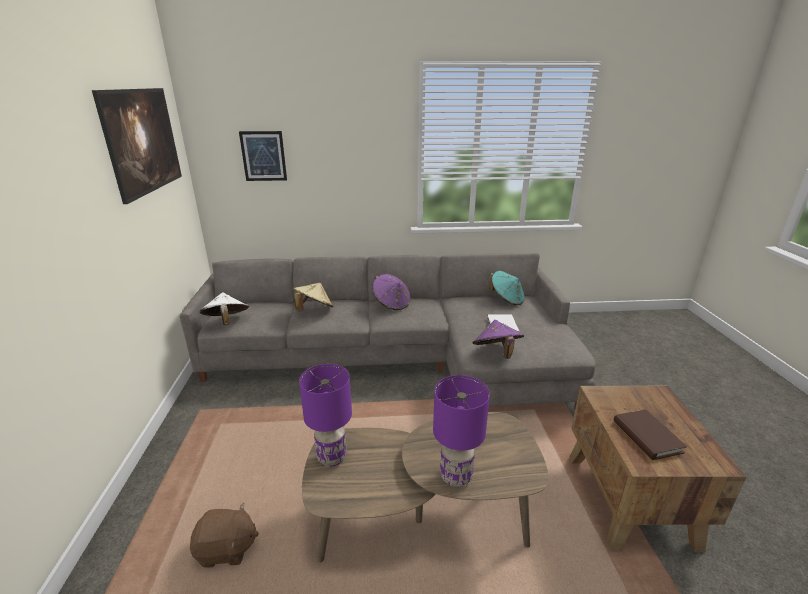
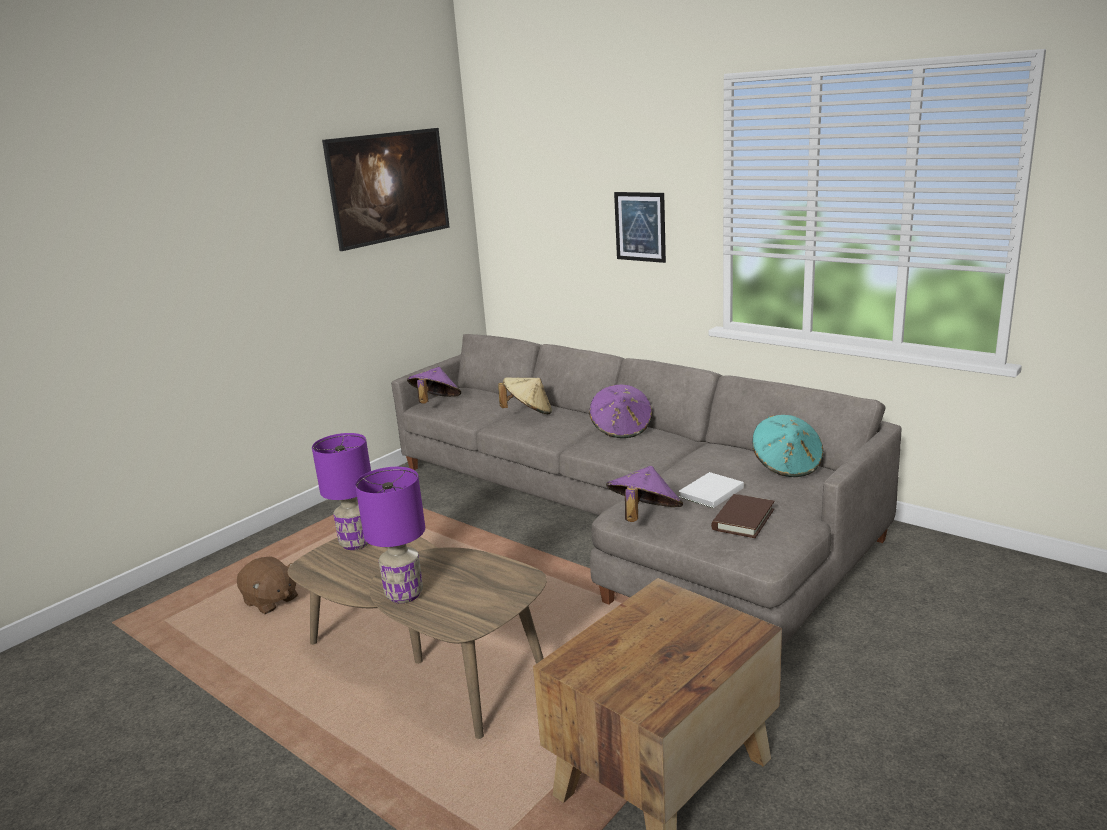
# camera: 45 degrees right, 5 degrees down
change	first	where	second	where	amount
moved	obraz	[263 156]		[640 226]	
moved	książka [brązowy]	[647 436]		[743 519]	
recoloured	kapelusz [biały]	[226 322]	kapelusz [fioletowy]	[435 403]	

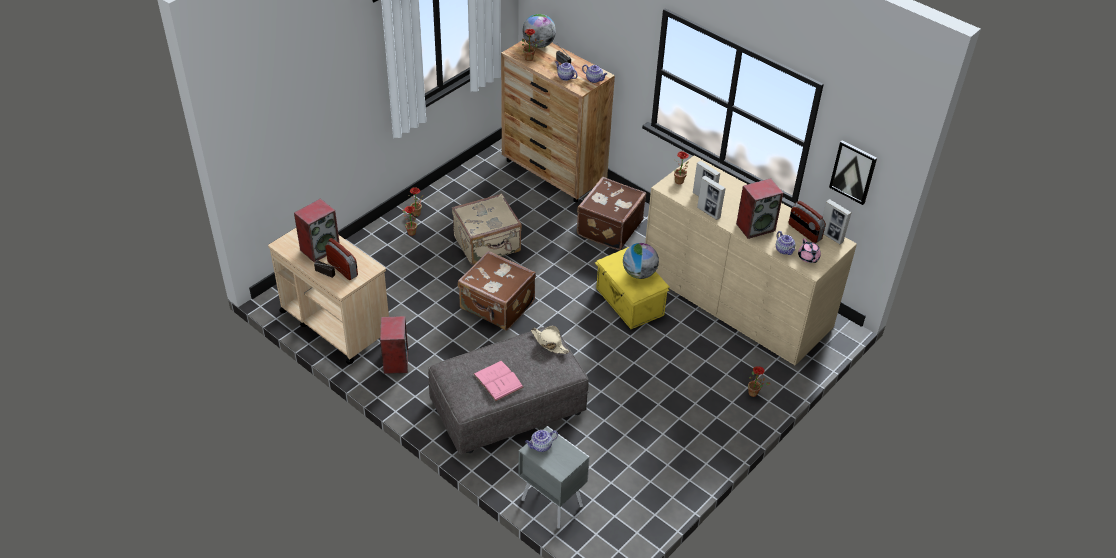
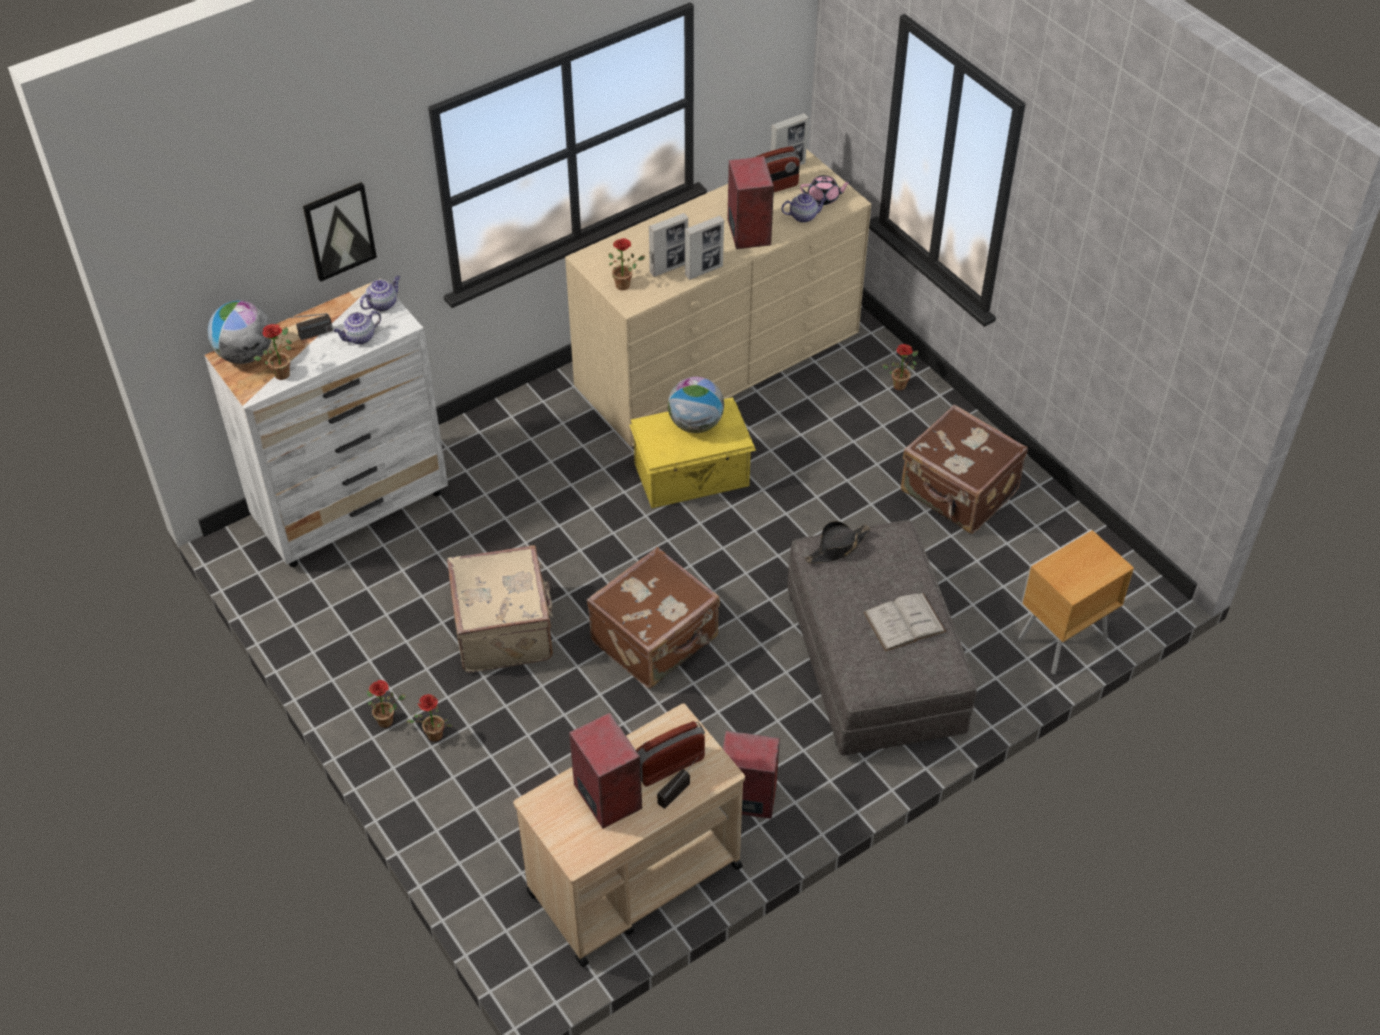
# camera: 75 degrees left, 5 degrees up
change	first	where	second	where	amount
removed	imbryk	[541 446]			
moved	walizka [brązowy]	[608 228]		[958 493]	
moved	obraz	[853 172]		[339 230]	
recoloured	książka [różowy]	[498 380]	książka [biały]	[904 622]	
recoloured	komoda [brązowy]	[554 172]	komoda [biały]	[352 507]	
recoloured	szafka nocna [szary]	[551 502]	szafka nocna [brązowy]	[1059 641]	
recoloured	kapelusz [beżowy]	[549 343]	kapelusz [czarny]	[837 548]	

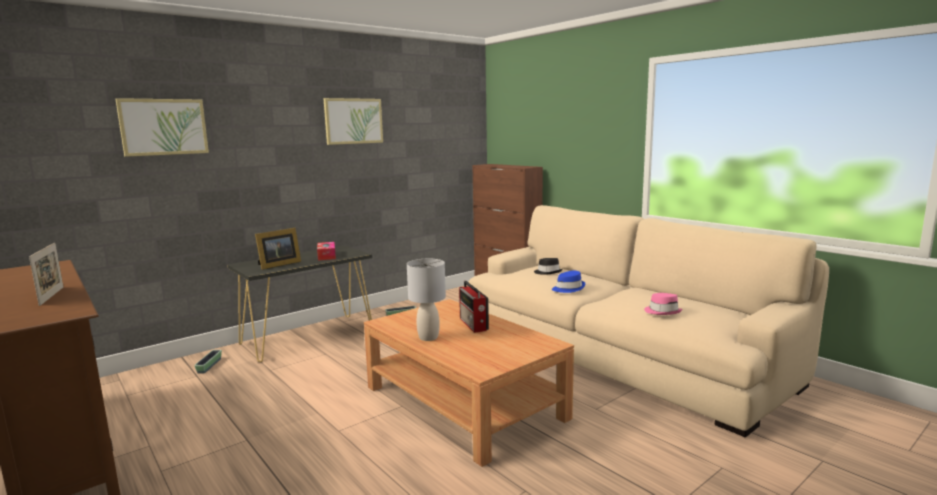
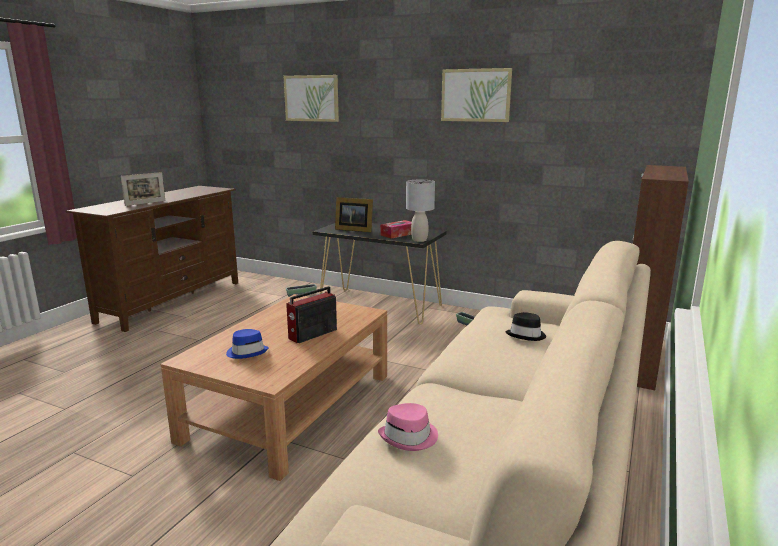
# camera: 65 degrees right, 5 degrees up
change	first	where	second	where	amount
moved	lampa stołowa [szary]	[428 337]		[419 240]	
moved	kapelusz [niebieski]	[568 288]		[247 352]	

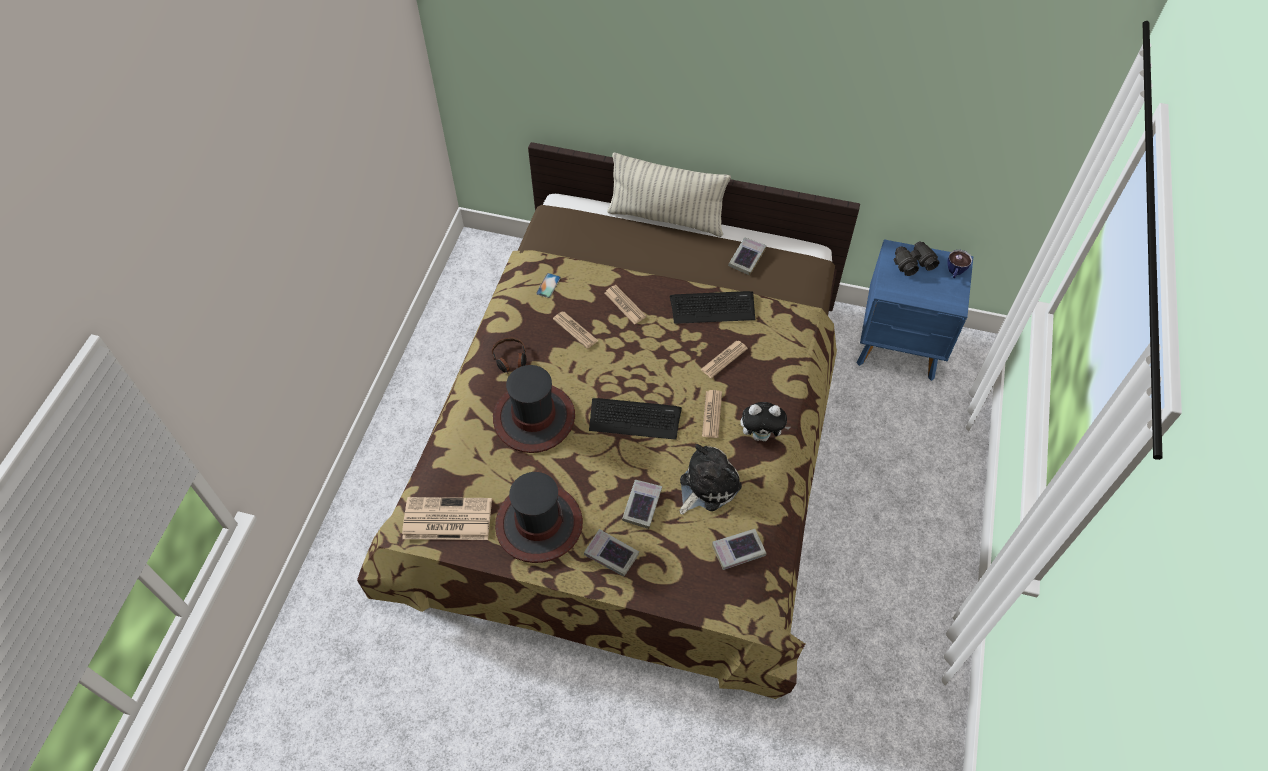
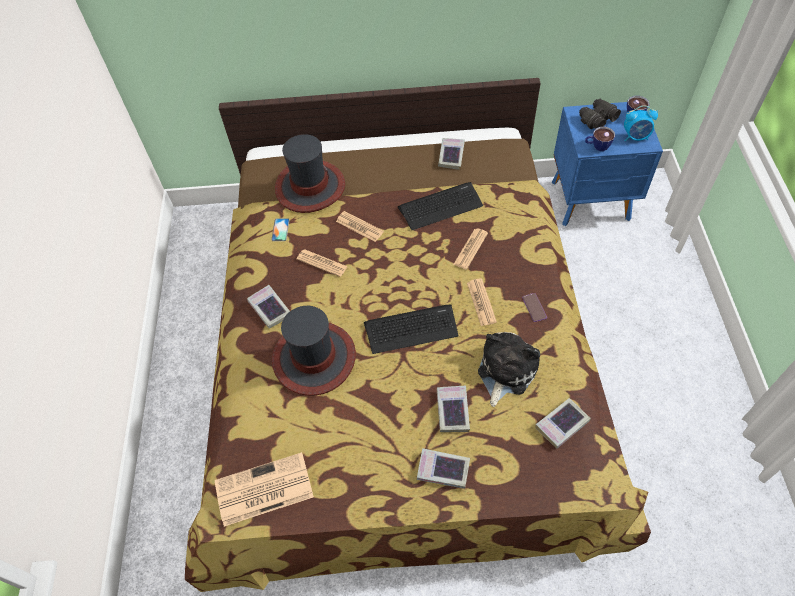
# camera: 15 degrees left, 0 degrees up
change	first	where	second	where	amount
removed	poduszka	[666 218]			
added			filiżanka	[597 146]	
added			budzik	[635 137]	
moved	kapelusz	[538 524]		[310 187]	
replaced	słuchawki	[510 359]	książka	[269 309]	
replaced	pluszak	[761 435]	telefon	[534 307]	

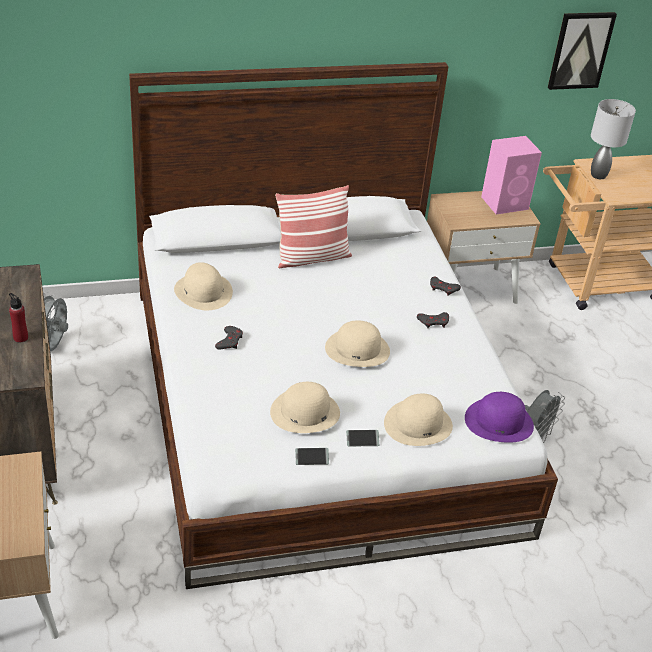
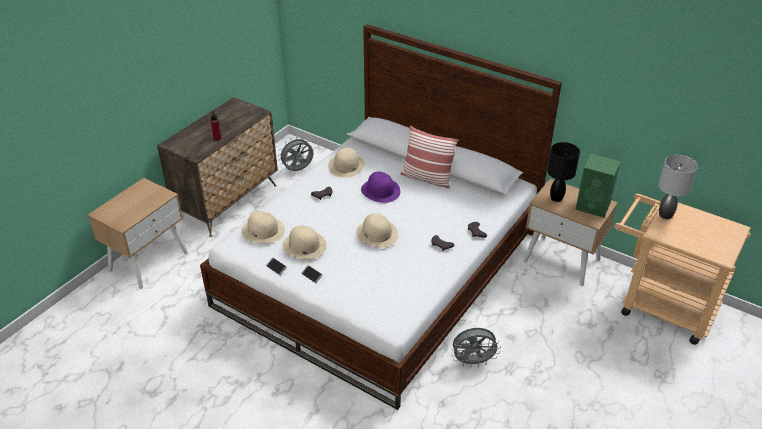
# camera: 50 degrees right, 0 degrees up
change	first	where	second	where	amount
removed	obraz	[580 50]			
added			lampa stołowa [czarny]	[556 198]	
moved	kapelusz [beżowy]	[418 424]		[263 230]	
moved	kapelusz [fioletowy]	[499 421]		[380 190]	
recoloured	głośnik [różowy]	[505 203]	głośnik [zielony]	[593 206]	

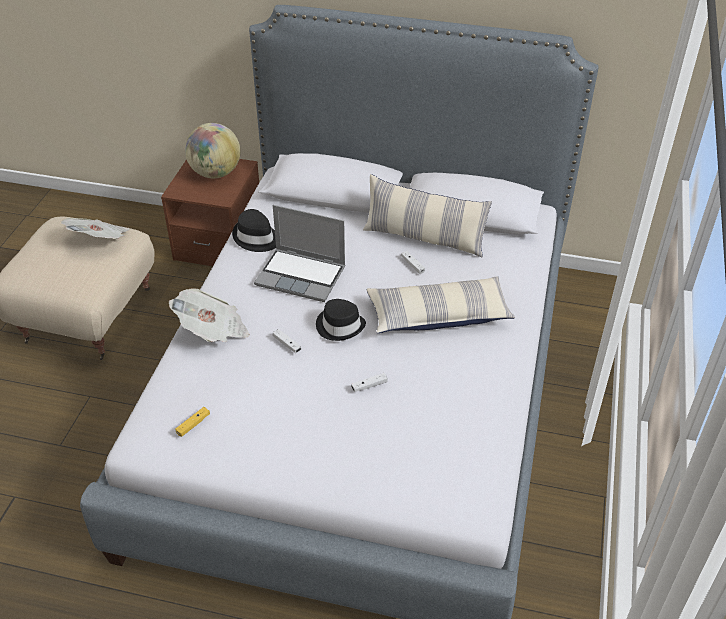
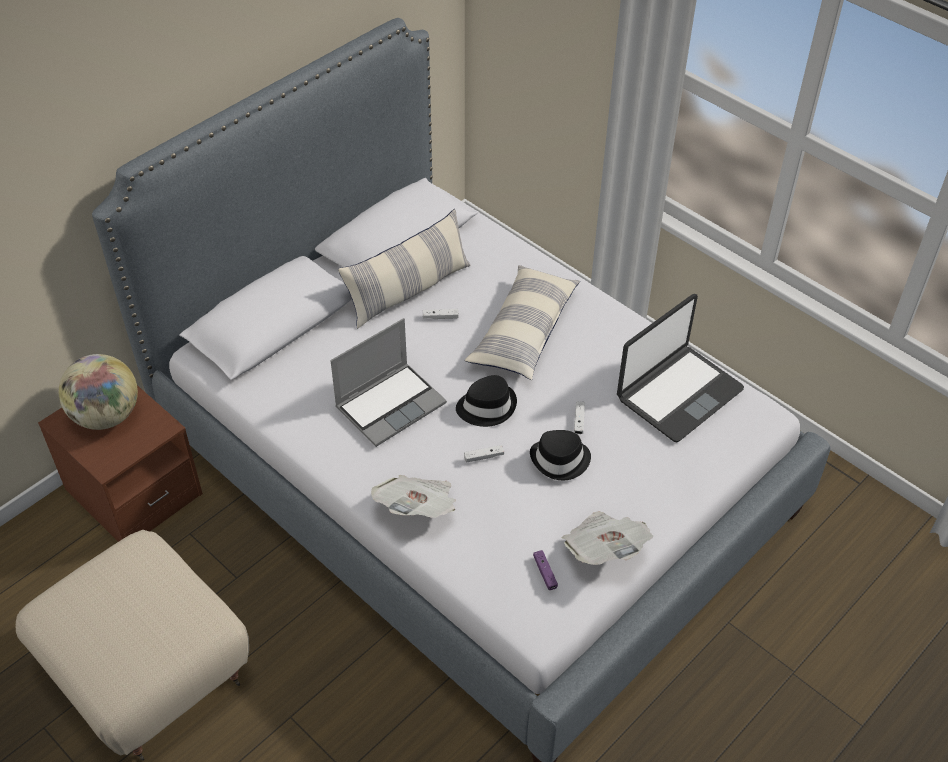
# camera: 60 degrees left, 5 degrees up
change	first	where	second	where	amount
added			laptop	[678 393]	
moved	gazeta	[100 241]		[604 549]	
moved	kapelusz [czarny]	[256 238]		[560 460]	
recoloured	pad do gier [żółty]	[193 424]	pad do gier [fioletowy]	[545 573]	

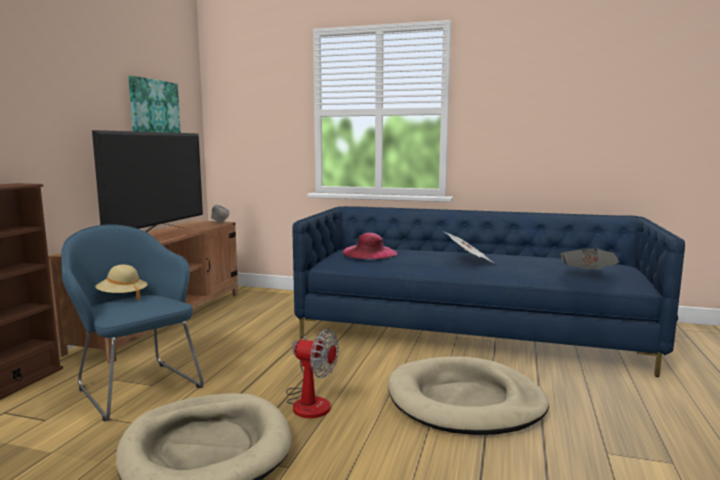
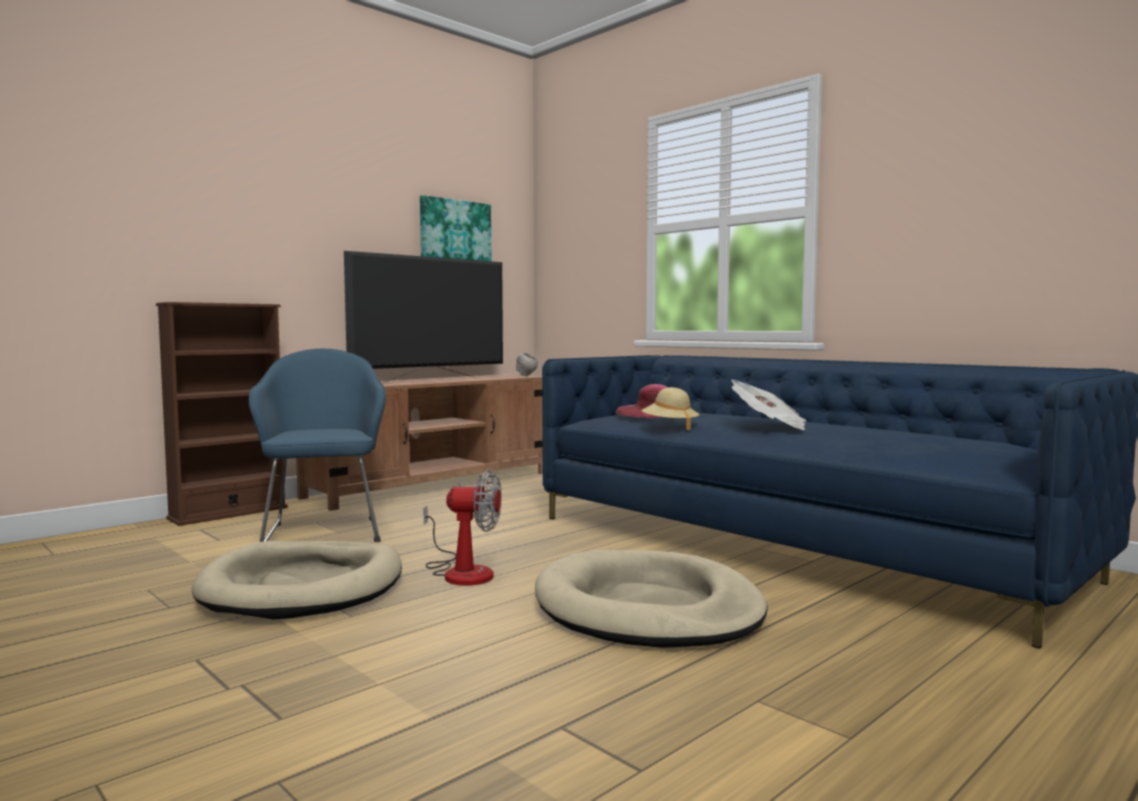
# camera: 30 degrees right, 5 degrees down
change	first	where	second	where	amount
removed	gazeta	[588 274]			
moved	kapelusz [beżowy]	[122 297]		[669 427]	
turned	wentylator	[309 401]		[461 572]	45 degrees counterclockwise

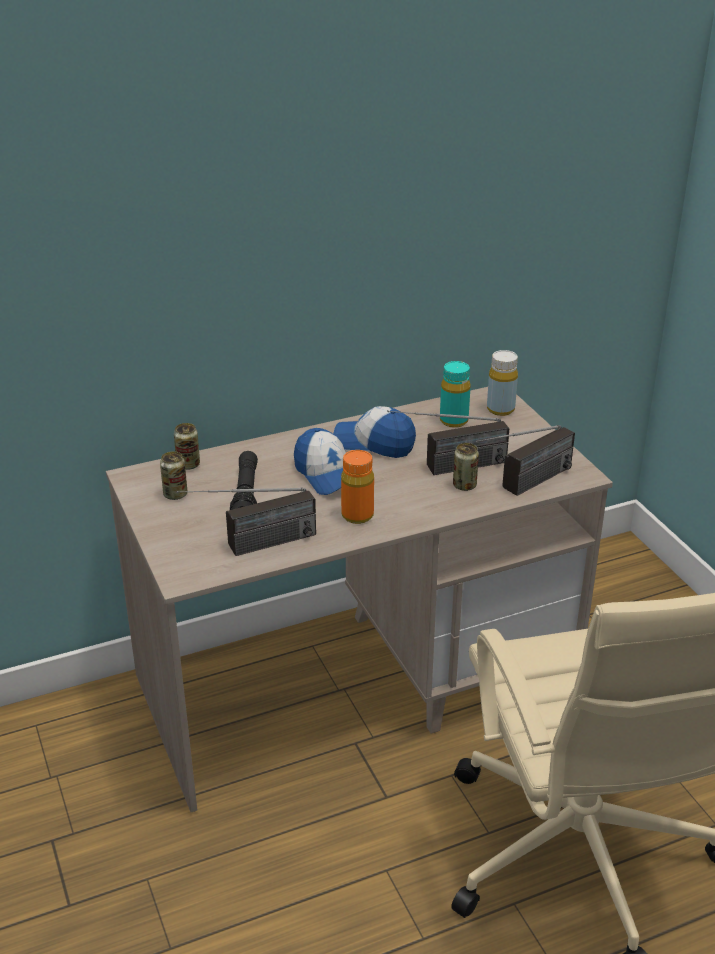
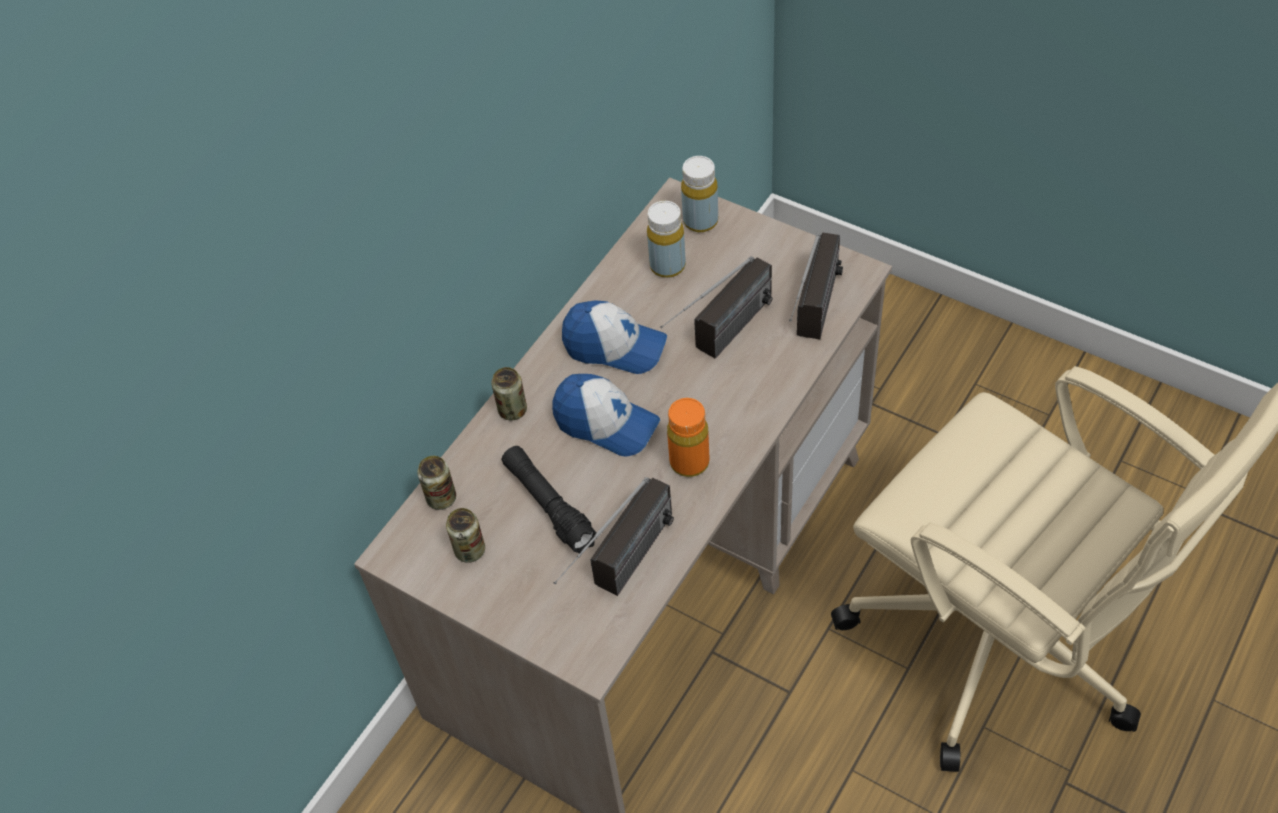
# camera: 30 degrees left, 20 degrees up
change	first	where	second	where	amount
moved	puszka	[464 485]		[512 410]	
recoloured	butelka [turkusowy]	[453 421]	butelka [żółty]	[667 266]	
turned	czapka z daszkiem	[375 443]		[614 346]	150 degrees counterclockwise

